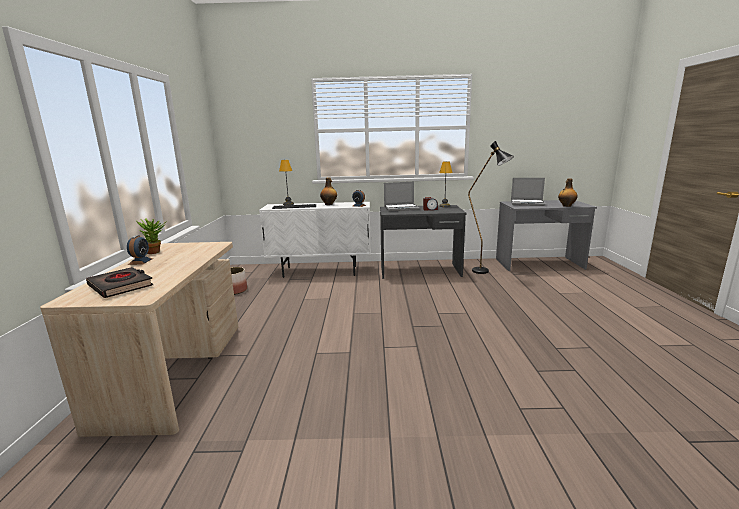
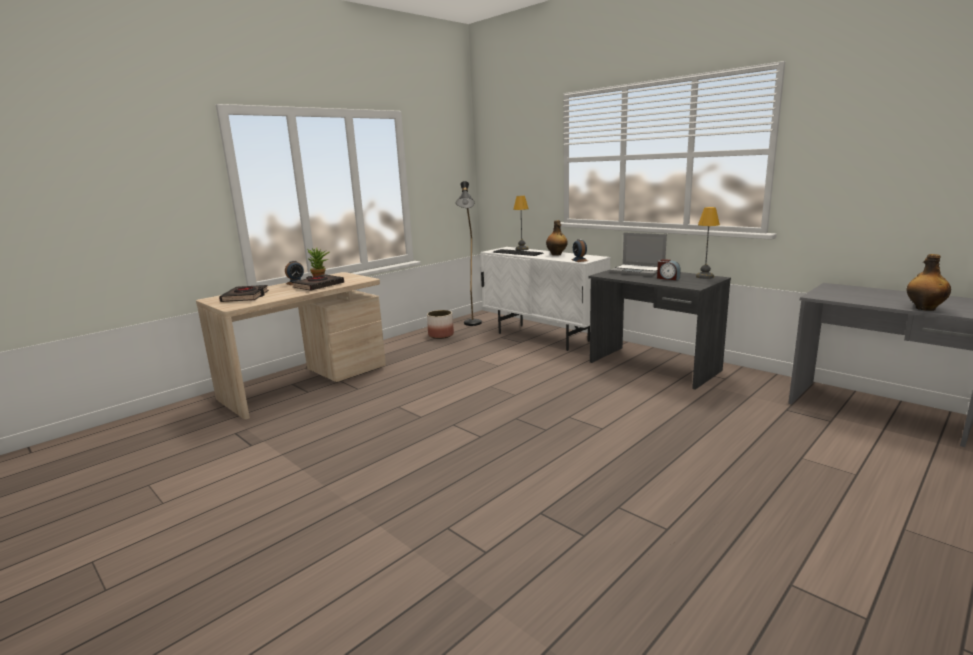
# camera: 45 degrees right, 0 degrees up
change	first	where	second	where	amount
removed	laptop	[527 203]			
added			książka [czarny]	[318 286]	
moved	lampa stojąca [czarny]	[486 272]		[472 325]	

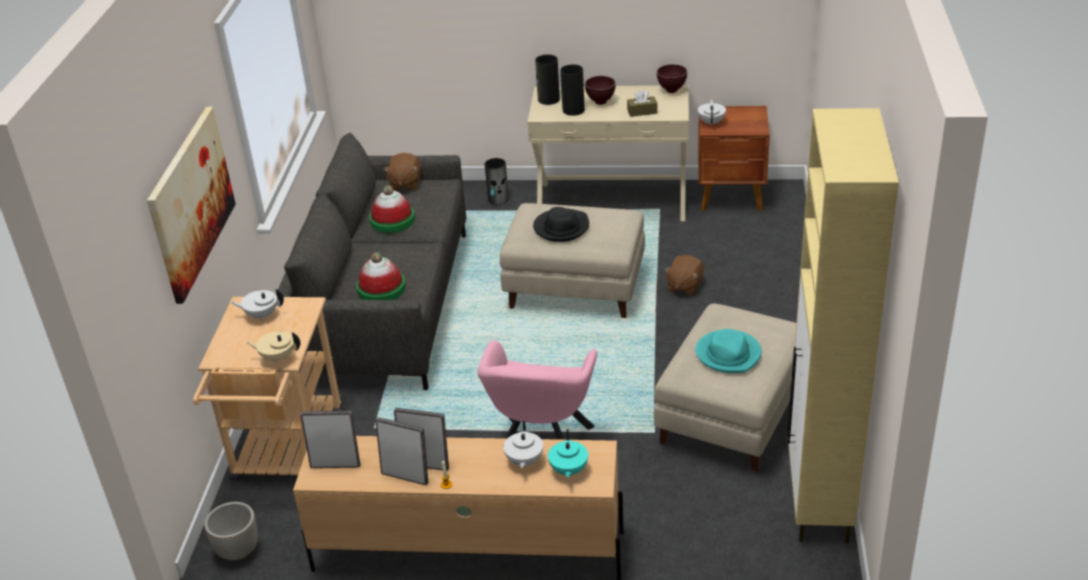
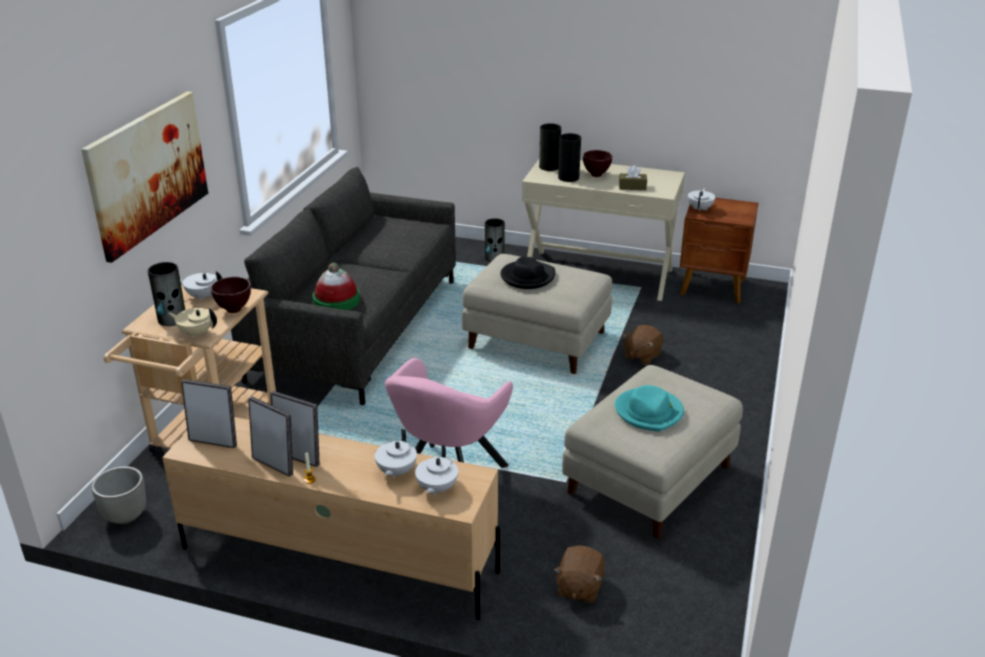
# camera: 10 degrees right, 5 degrees down
change	first	where	second	where	amount
removed	kapelusz	[392 220]			
removed	szafka [beżowy]	[818 501]			
added			wazon	[172 319]	
moved	pluszak [brązowy]	[405 184]		[579 588]	
moved	miska [brązowy]	[671 90]		[234 309]	
recoloured	imbryk [turkusowy]	[568 470]	imbryk [biały]	[436 489]	

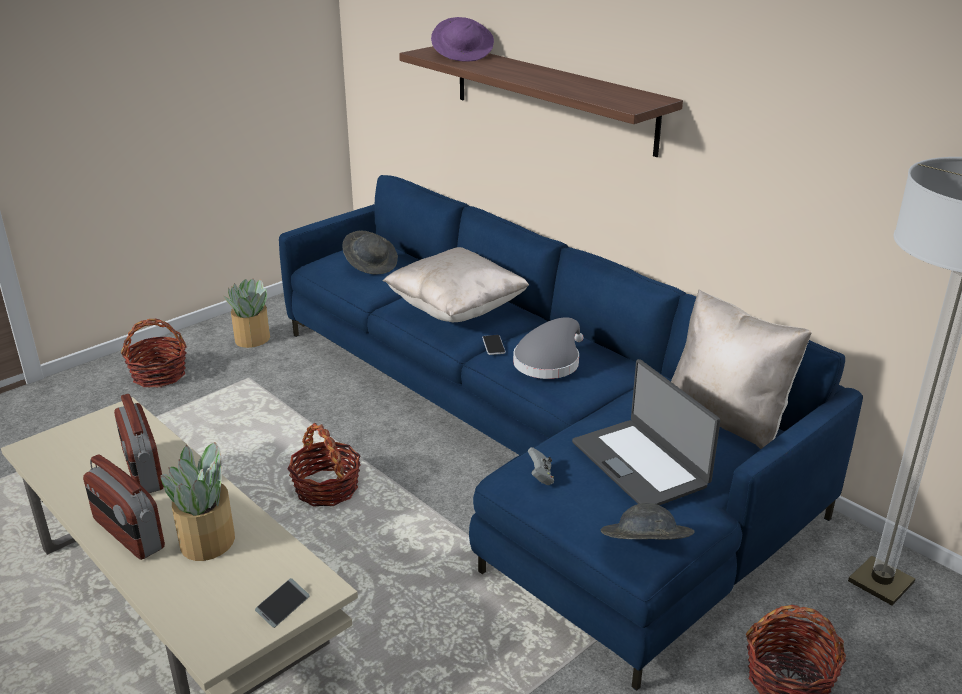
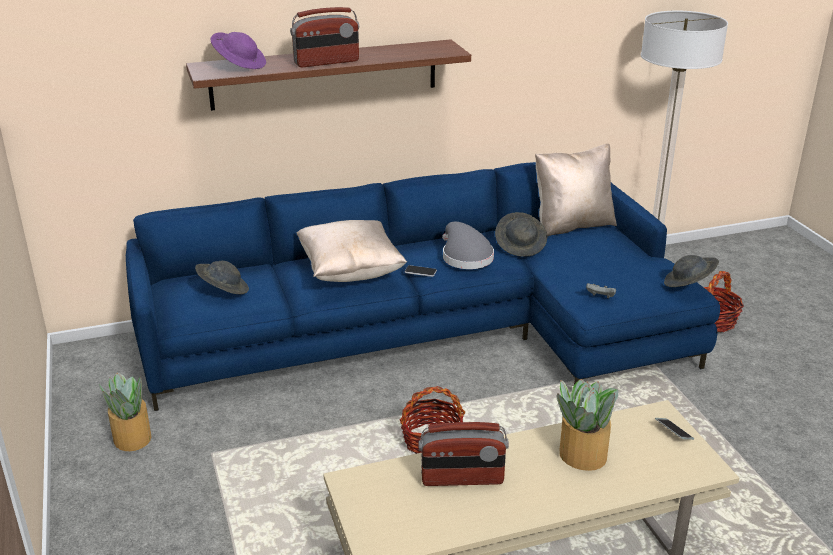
# camera: 65 degrees left, 0 degrees up
change	first	where	second	where	amount
removed	koszyk	[159 375]			
removed	laptop	[640 463]			
added			kapelusz [szary]	[521 246]	
moved	radio	[128 534]		[327 62]	

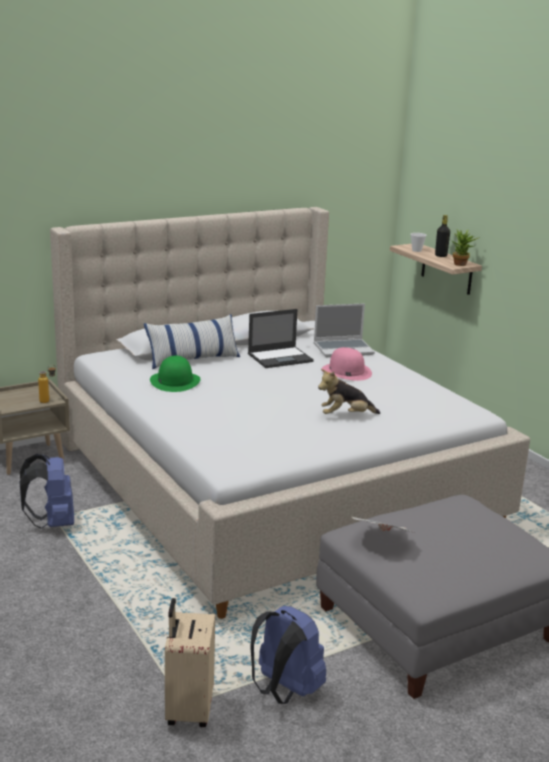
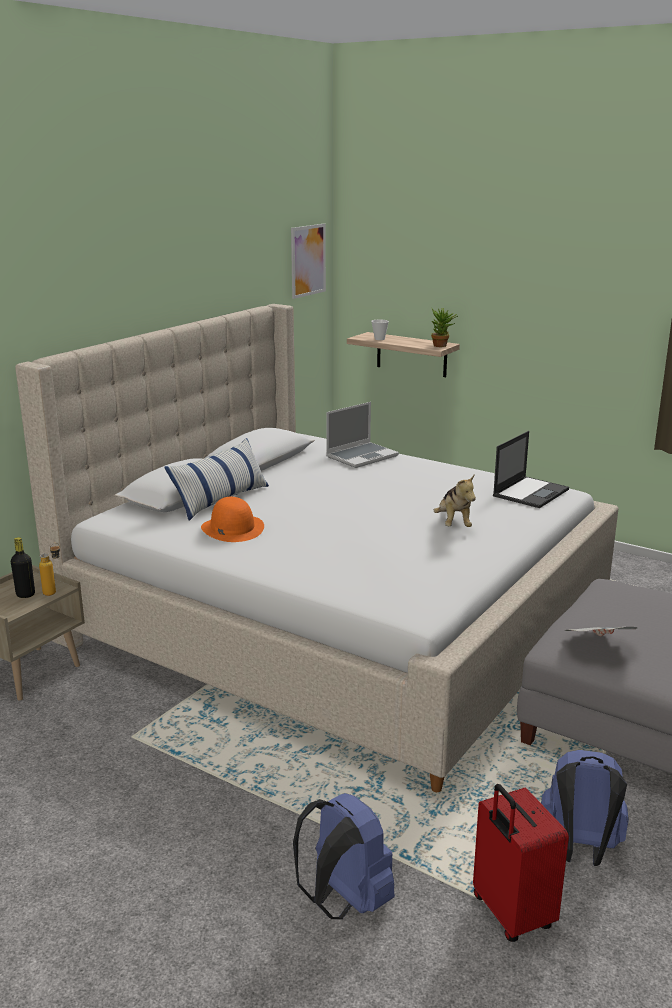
# camera: 25 degrees left, 0 degrees up
change	first	where	second	where	amount
removed	kapelusz [różowy]	[346 371]			
added			obraz	[308 260]	
moved	plecak [niebieski]	[52 523]		[344 900]	
moved	laptop	[281 357]		[531 492]	
moved	butelka [czarny]	[441 255]		[25 594]	
recoloured	kapelusz [zielony]	[175 381]	kapelusz [pomarańczowy]	[232 528]	
recoloured	walizka [beżowy]	[188 709]	walizka [czerwony]	[510 914]	
turned	pluszak	[345 416]		[453 524]	60 degrees counterclockwise

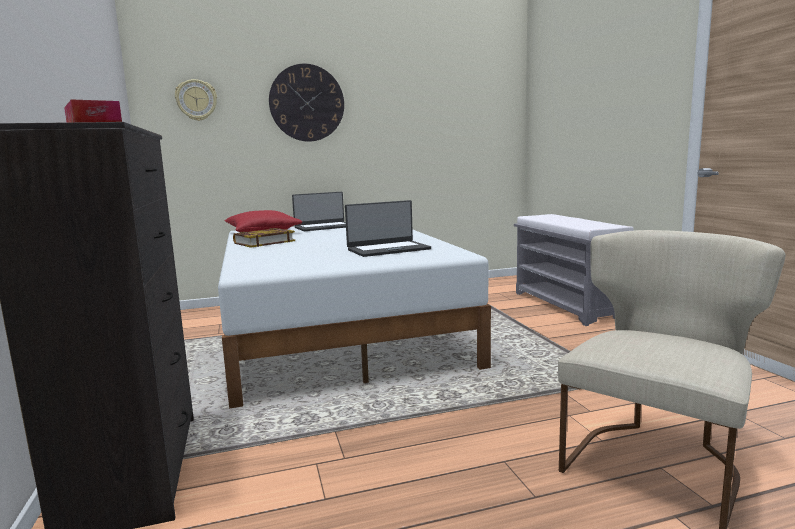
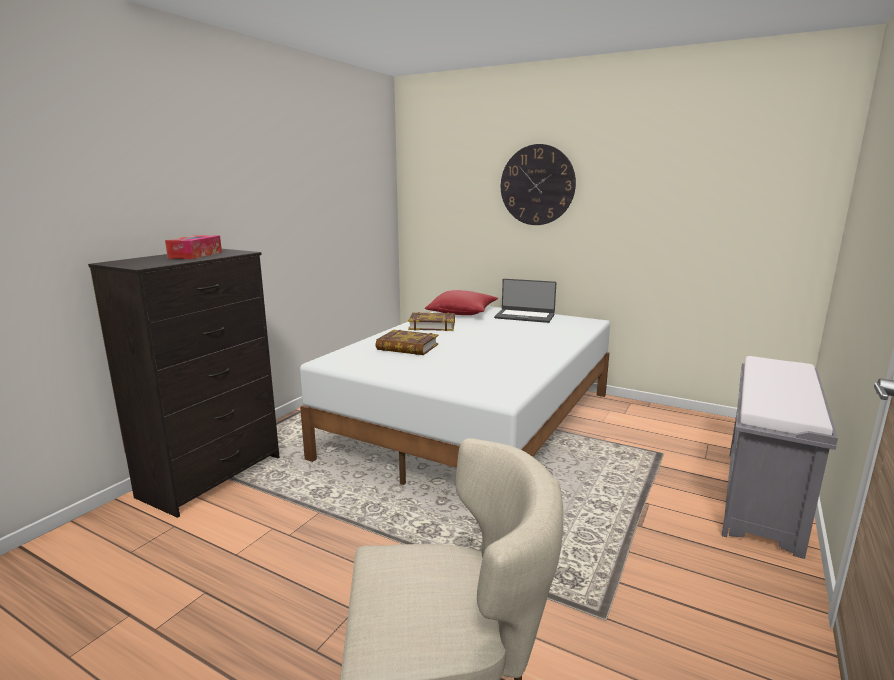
# camera: 45 degrees right, 5 degrees up
change	first	where	second	where	amount
removed	zegar ścienny	[196 100]			
removed	laptop	[388 249]			
added			książka	[407 347]	

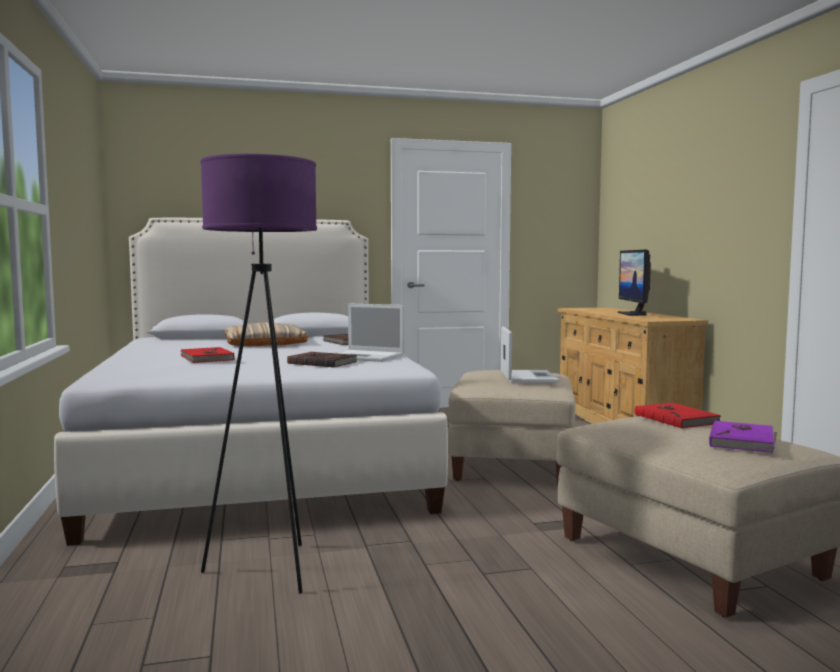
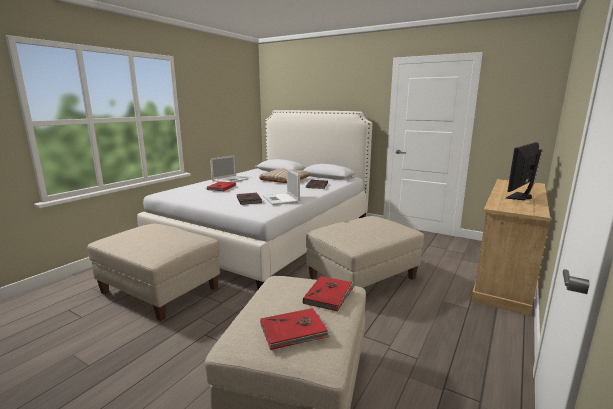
# camera: 45 degrees right, 10 degrees up
change	first	where	second	where	amount
moved	laptop	[527 377]		[230 180]	
replaced	lampa stojąca [fioletowy]	[268 569]	pufa [beżowy]	[160 291]	
recoloured	książka [fioletowy]	[743 440]	książka [czerwony]	[294 331]	

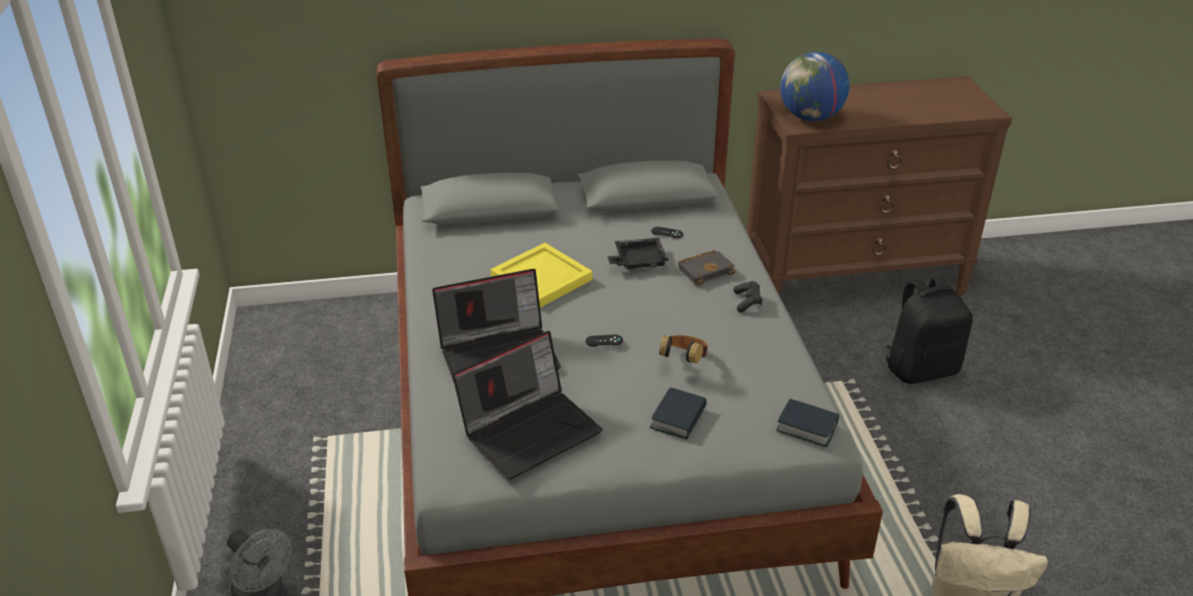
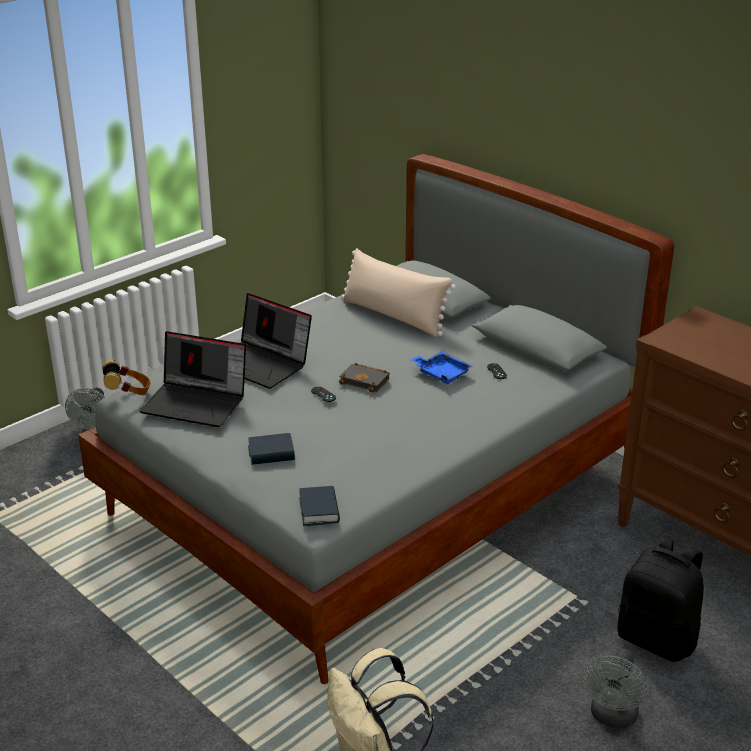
# camera: 55 degrees right, 5 degrees down
change	first	where	second	where	amount
removed	taca [żółty]	[541 277]			
removed	pad do gier [czarny]	[747 302]			
removed	globus	[810 117]			
added			poduszka [beżowy]	[394 316]	
added			wentylator [szary]	[612 718]	
moved	słuchawki	[683 362]		[128 393]	
moved	książka [czarny]	[706 270]		[366 381]	
recoloured	taca [czarny]	[638 261]	taca [niebieski]	[441 373]	

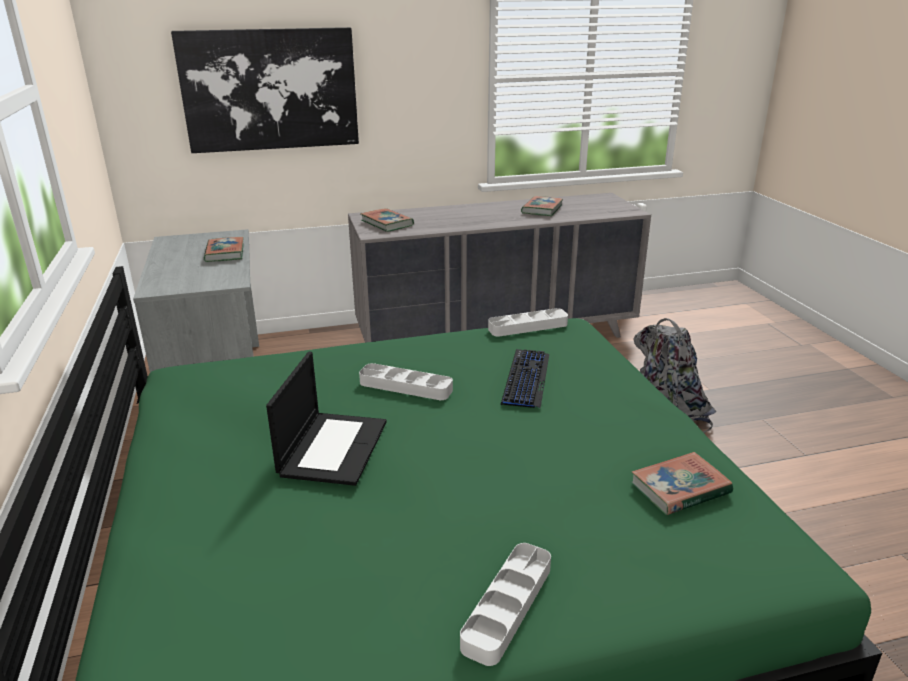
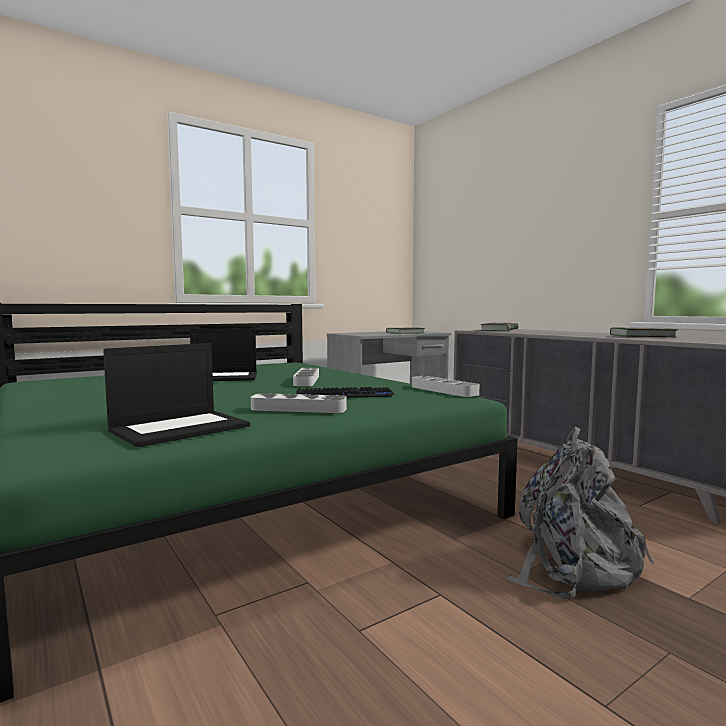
# camera: 70 degrees right, 20 degrees down
change	first	where	second	where	amount
removed	obraz	[270 90]			
moved	taca [szary]	[507 606]		[298 409]	
replaced	książka	[680 488]	laptop	[180 428]	

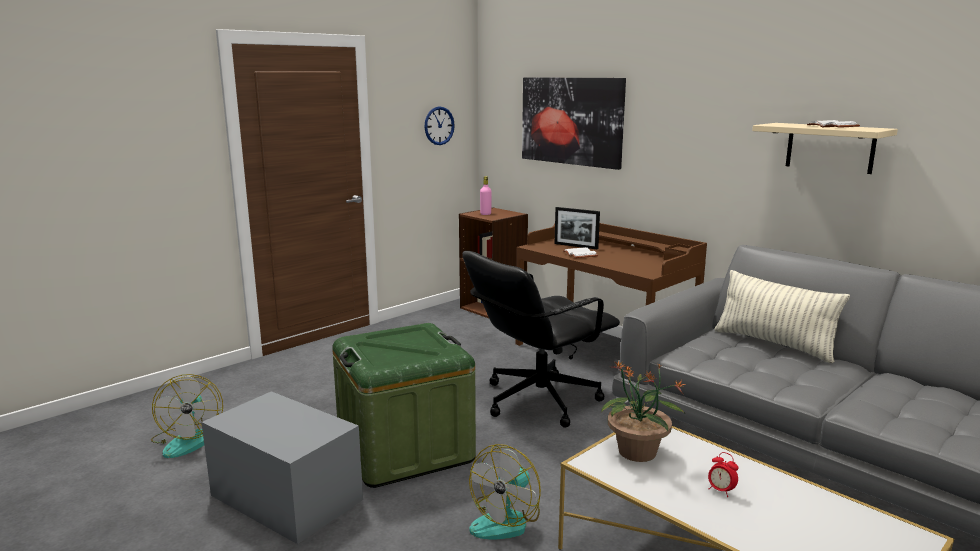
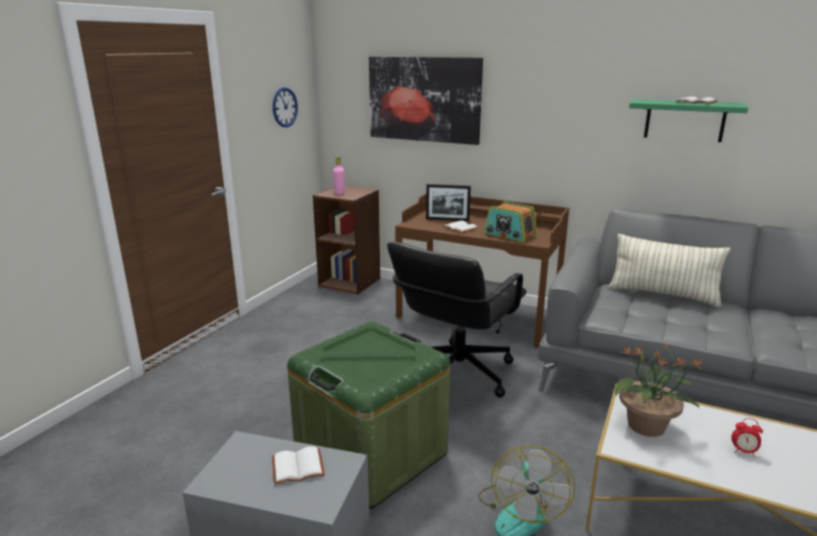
# camera: 20 degrees left, 5 degrees up
change	first	where	second	where	amount
removed	wentylator	[188 440]			
added			książka [biały]	[298 466]	
added			radio	[509 235]	
recoloured	półka [beżowy]	[830 147]	półka [zielony]	[684 120]	

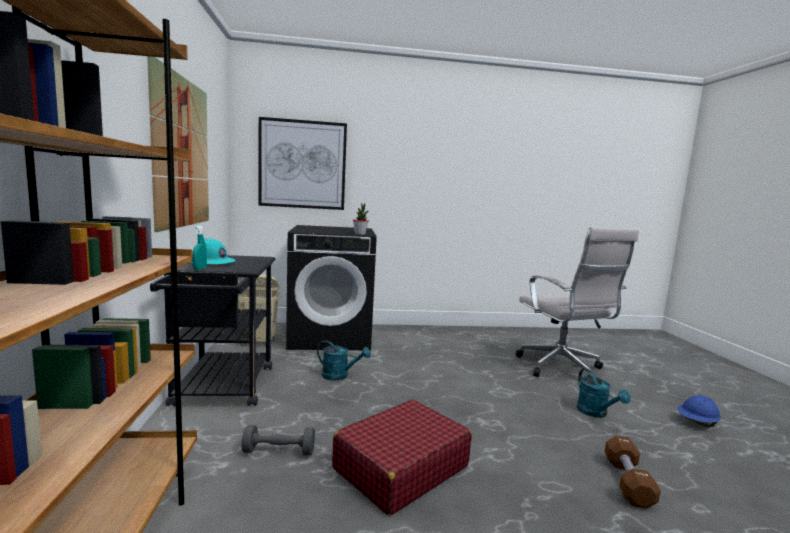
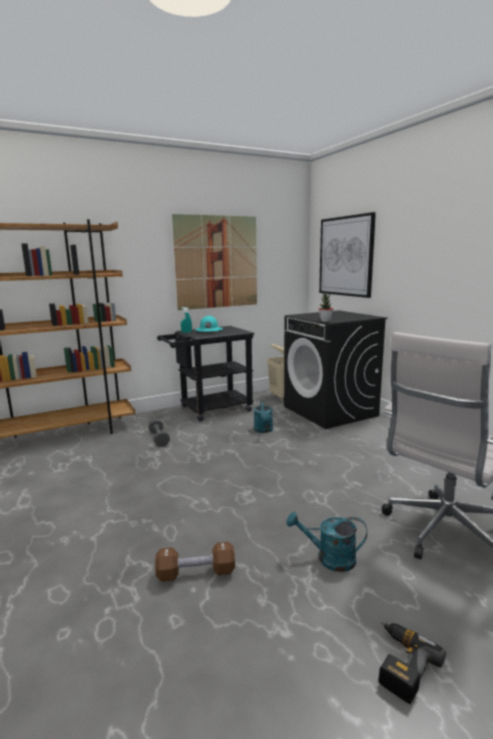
# camera: 70 degrees right, 5 degrees up
change	first	where	second	where	amount
removed	walizka [czerwony]	[400 468]			
replaced	kask [niebieski]	[697 423]	wiertarka	[400 664]	
turned	konewka [turkusowy]	[596 413]		[329 559]	45 degrees clockwise

